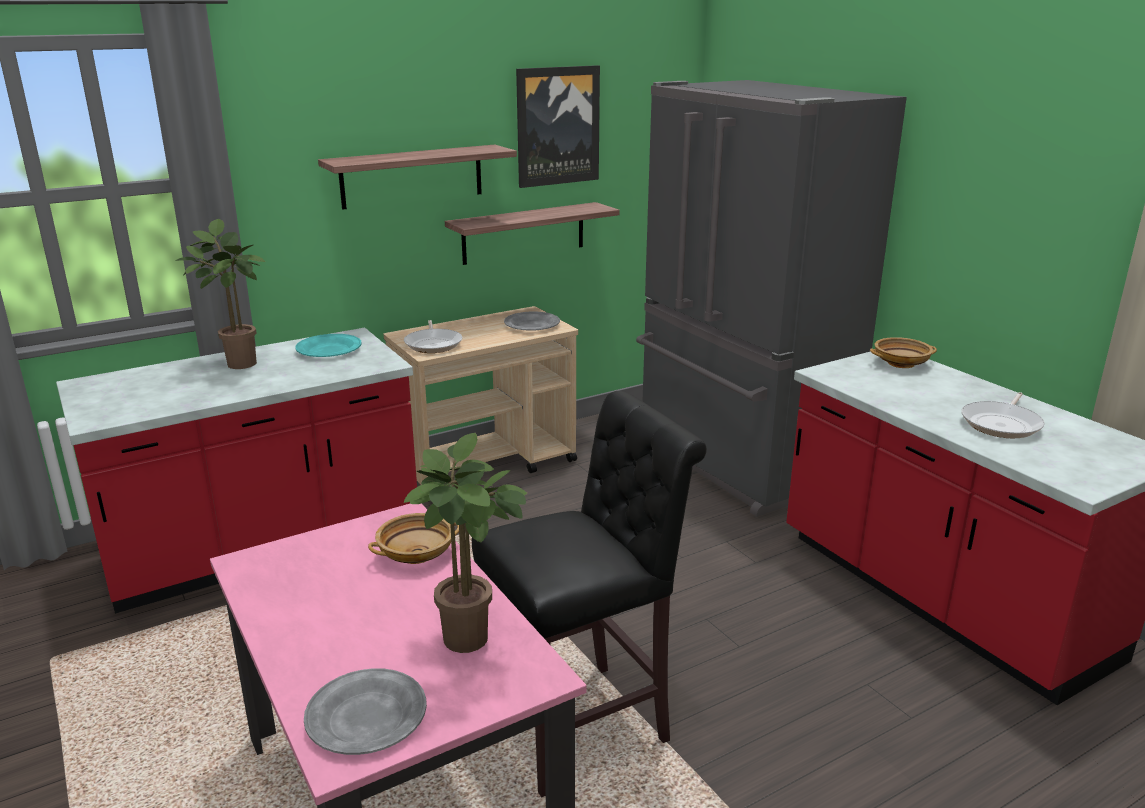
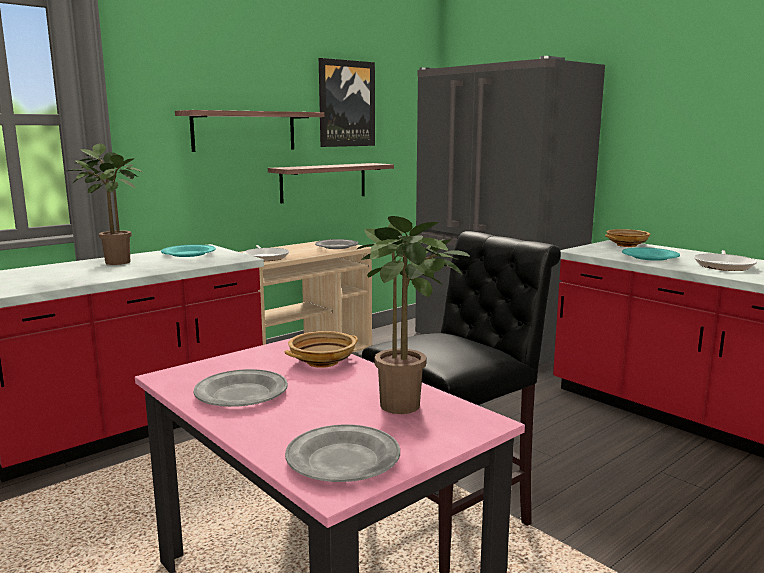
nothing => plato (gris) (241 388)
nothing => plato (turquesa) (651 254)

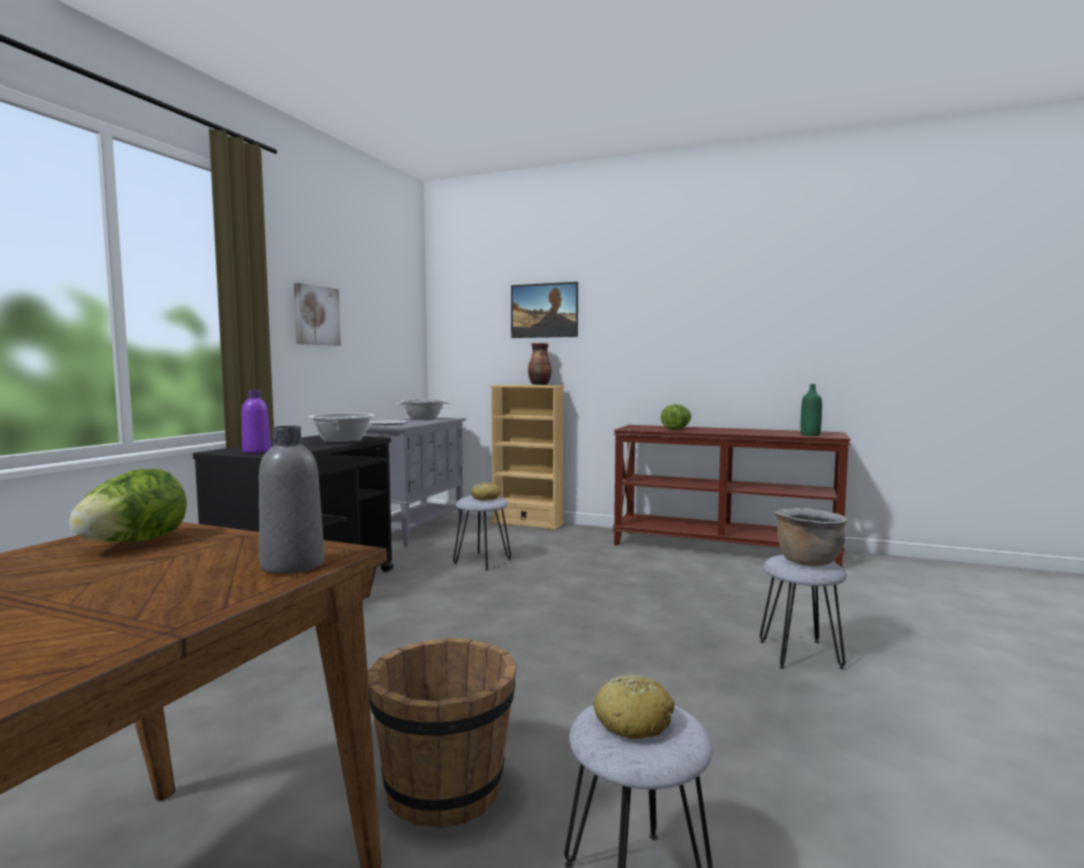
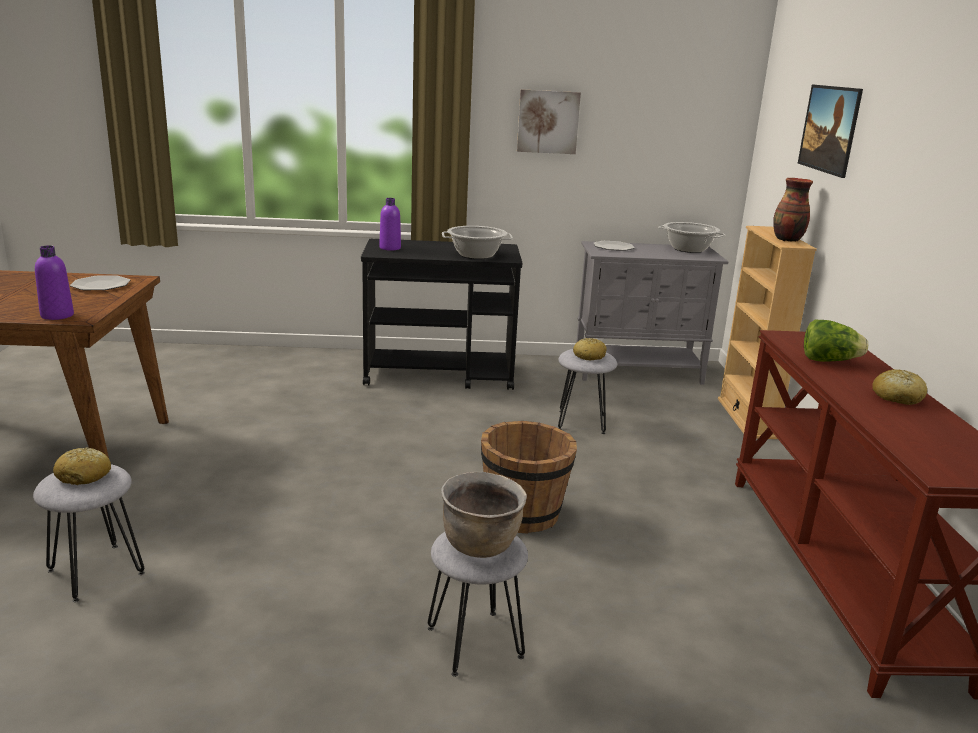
lechuga (128 505) => plato (100 283)
botella (gris) (292 500) => botella (morado) (54 282)
cubo (marrón) (442 733) => cubo (marrón) (529 477), shifted
botella (verde) (811 410) => nothing
nothing => pan (899 387)

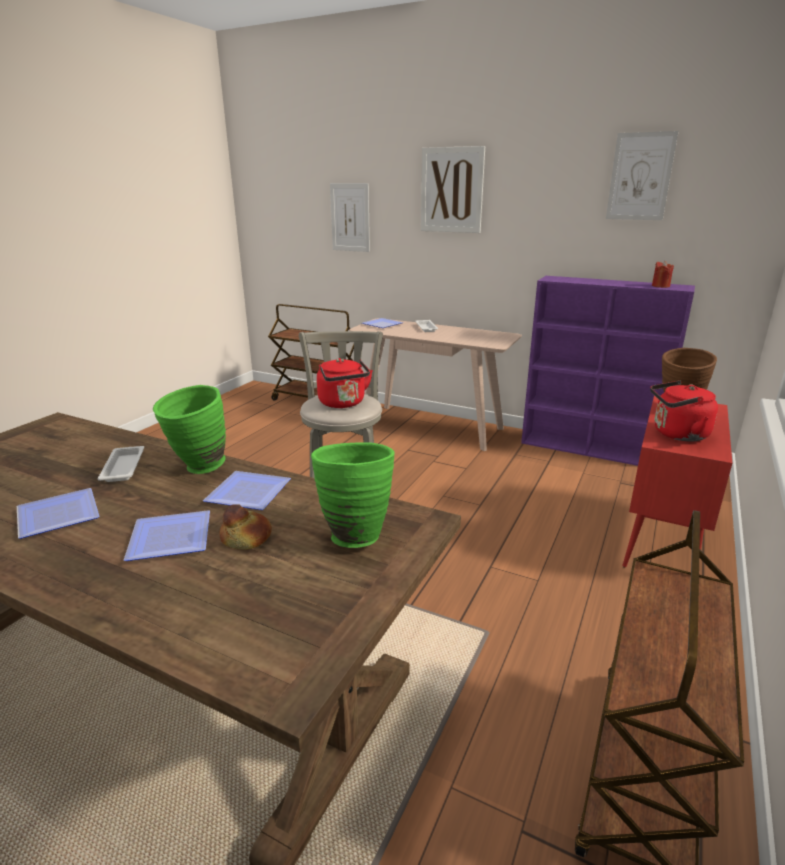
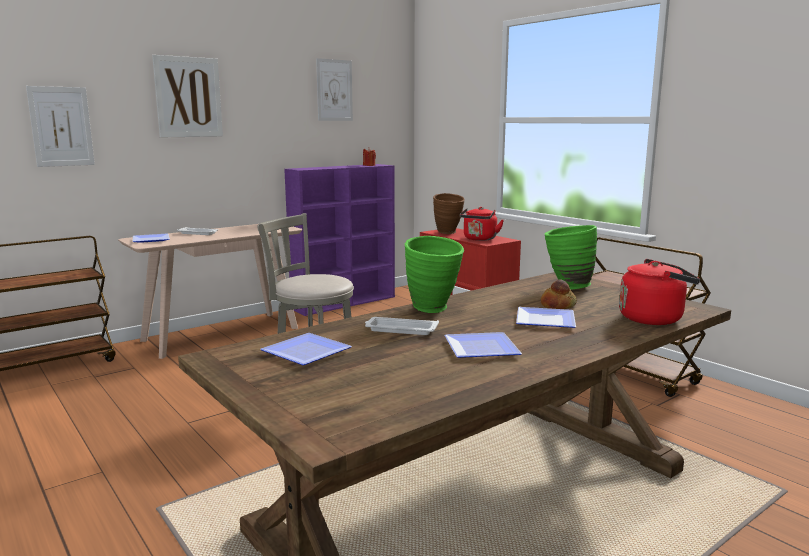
plato (247 490) => plato (306 349), shifted
hervidor (rojo) (345 383) => hervidor (rojo) (659 292), shifted

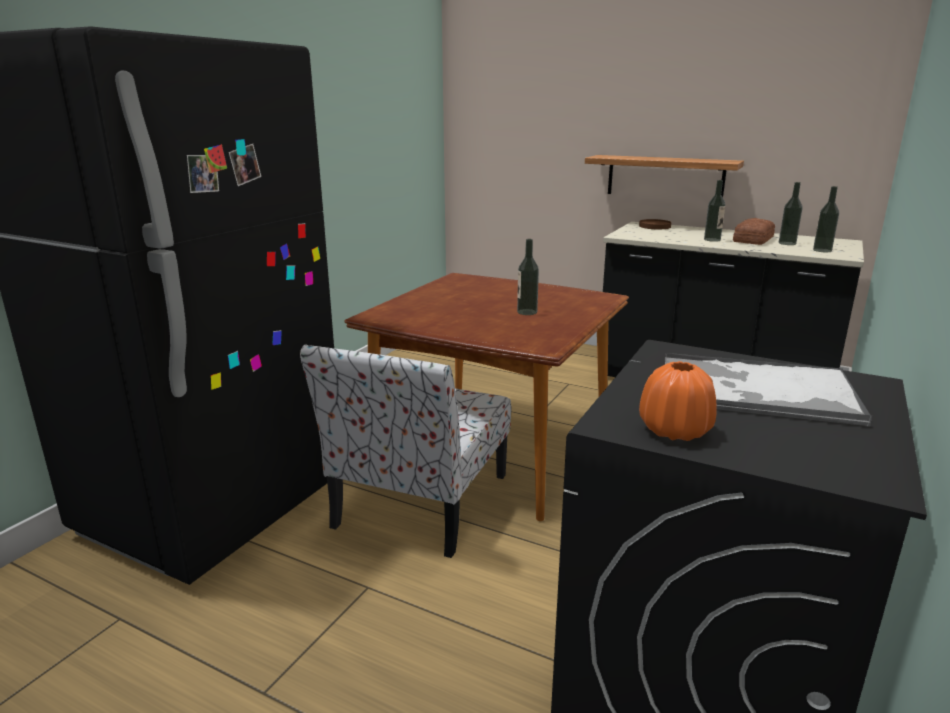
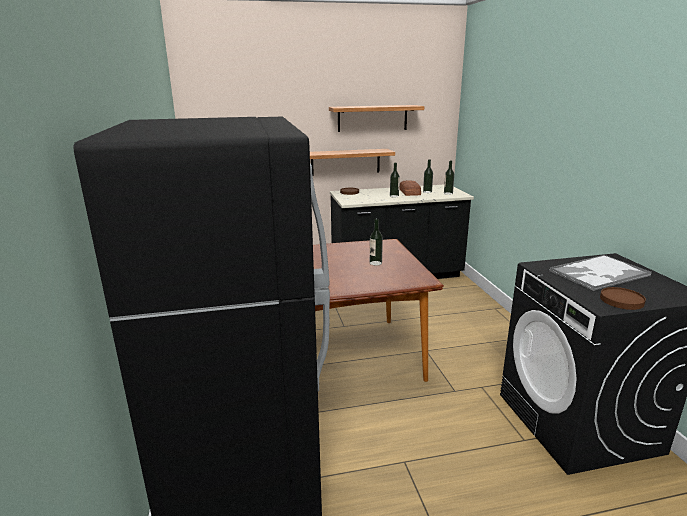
silla (405 451) => nothing
florero (naranja) (678 401) => plato (marrón) (623 298)
nothing => estante (376 118)

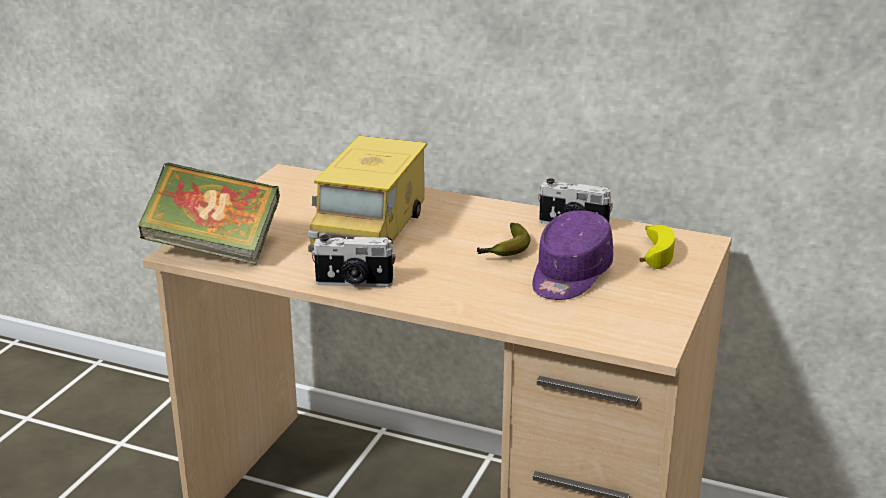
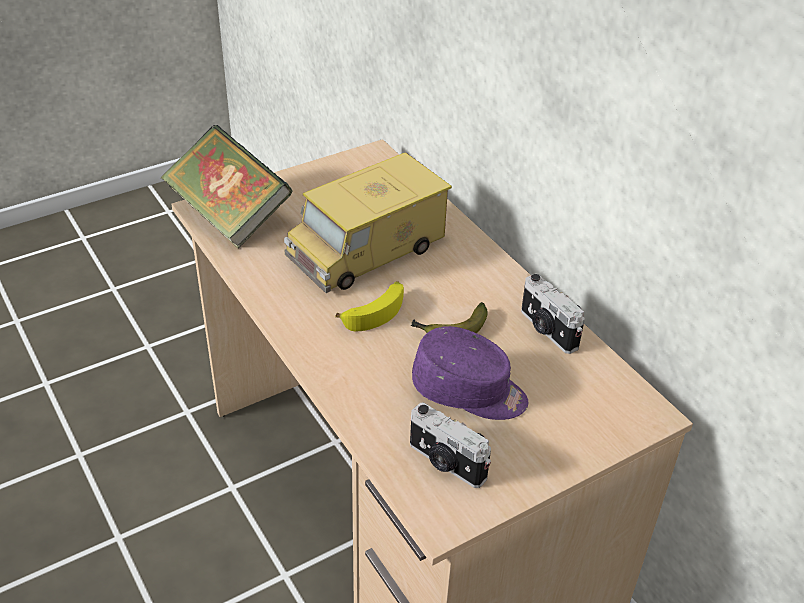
cámara (354 261) => cámara (450 445), shifted
gorra (morado) (573 255) => gorra (morado) (470 373), 135 degrees counterclockwise
plátano (657 246) => plátano (369 306), shifted

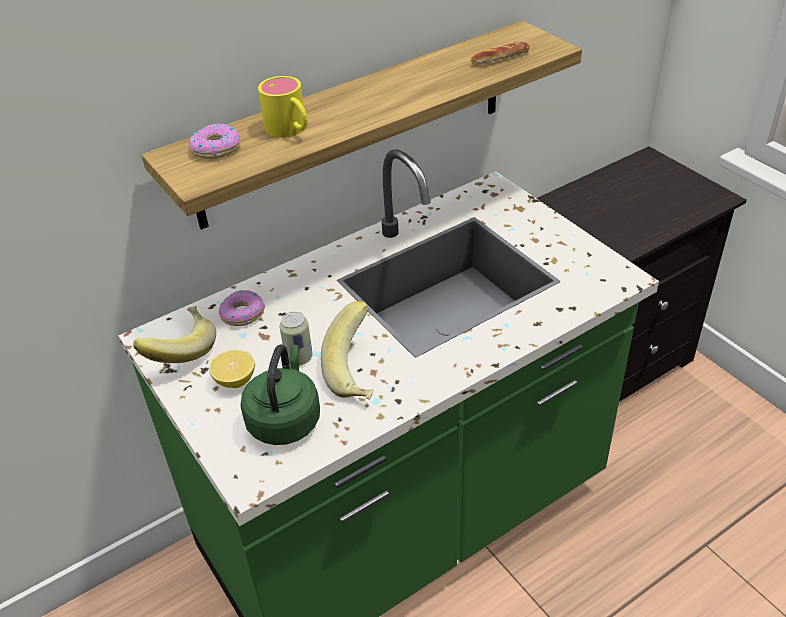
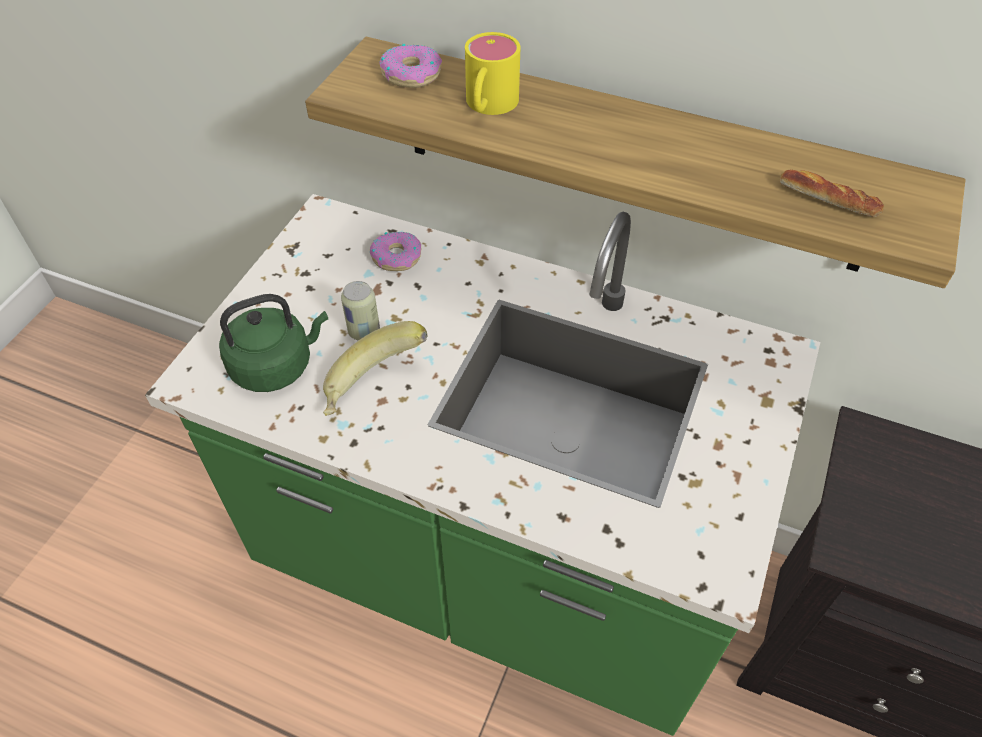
plátano (174 334) => nothing
limón (232 369) => nothing

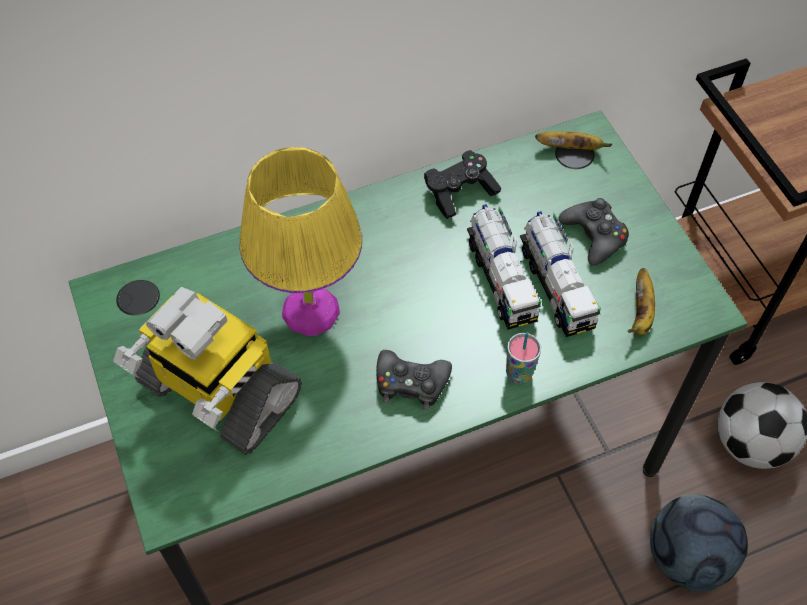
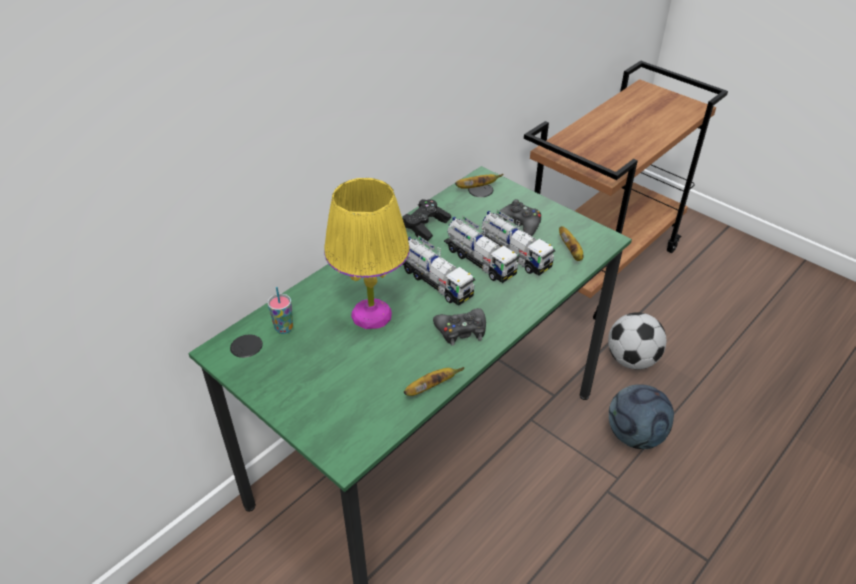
robot de juguete (207 371) => nothing
taza (523 358) => taza (280 310), shifted
nothing => camión de juguete (439 270)
nothing => plátano (434 381)

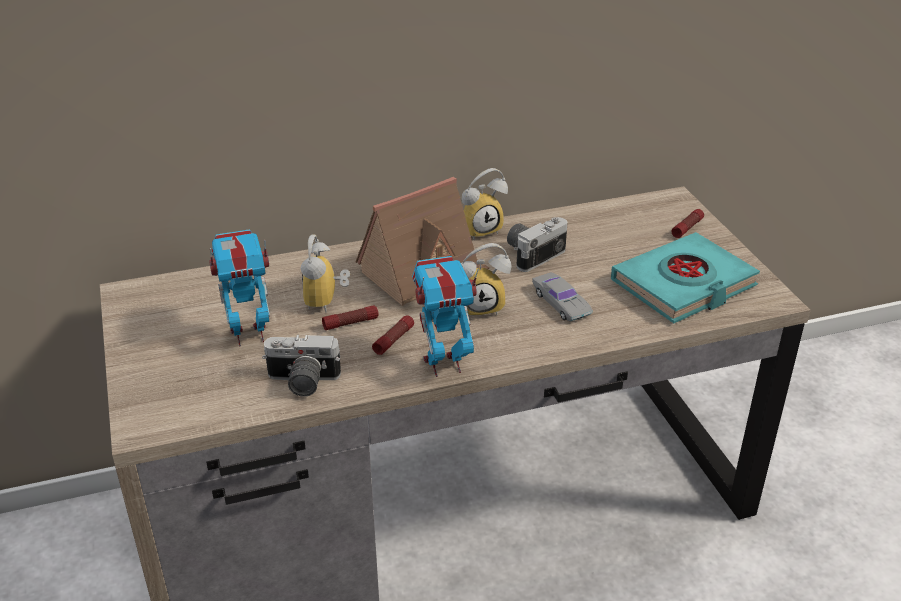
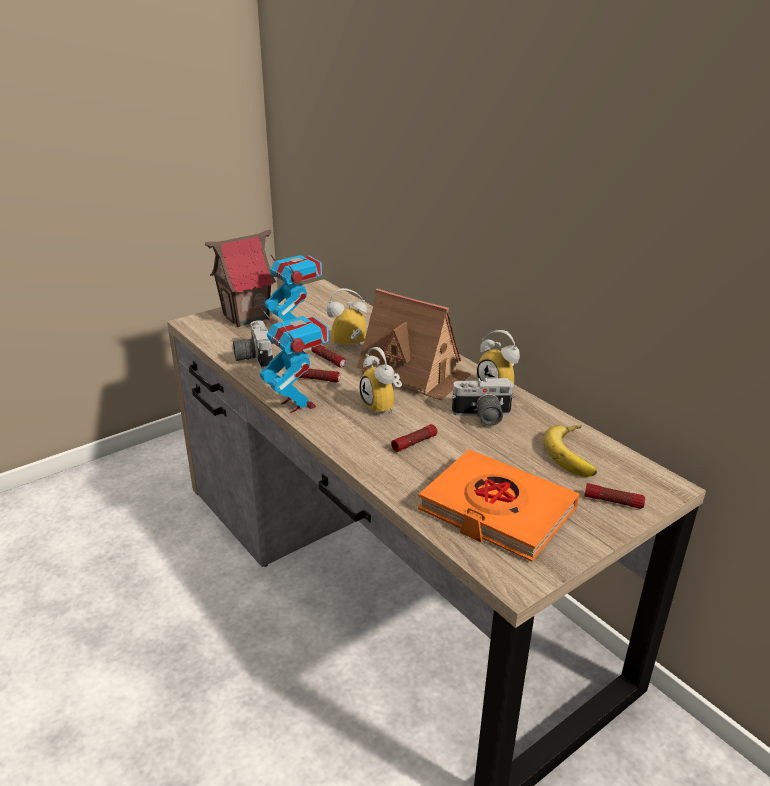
cámara (537 244) => cámara (483 402), 150 degrees clockwise
coche de juguete (gris) (562 296) => linterna (414 438)
libro (turquesa) (685 277) => libro (naranja) (499 505)
nothing => casita (240 278)
nothing => plátano (570 451)

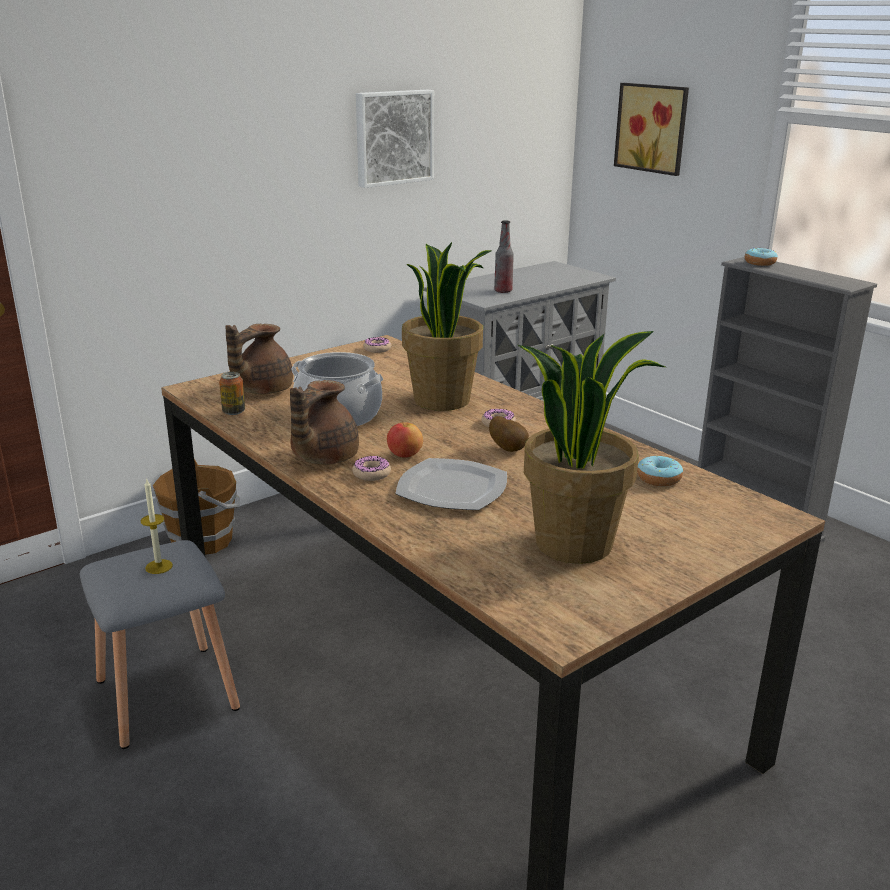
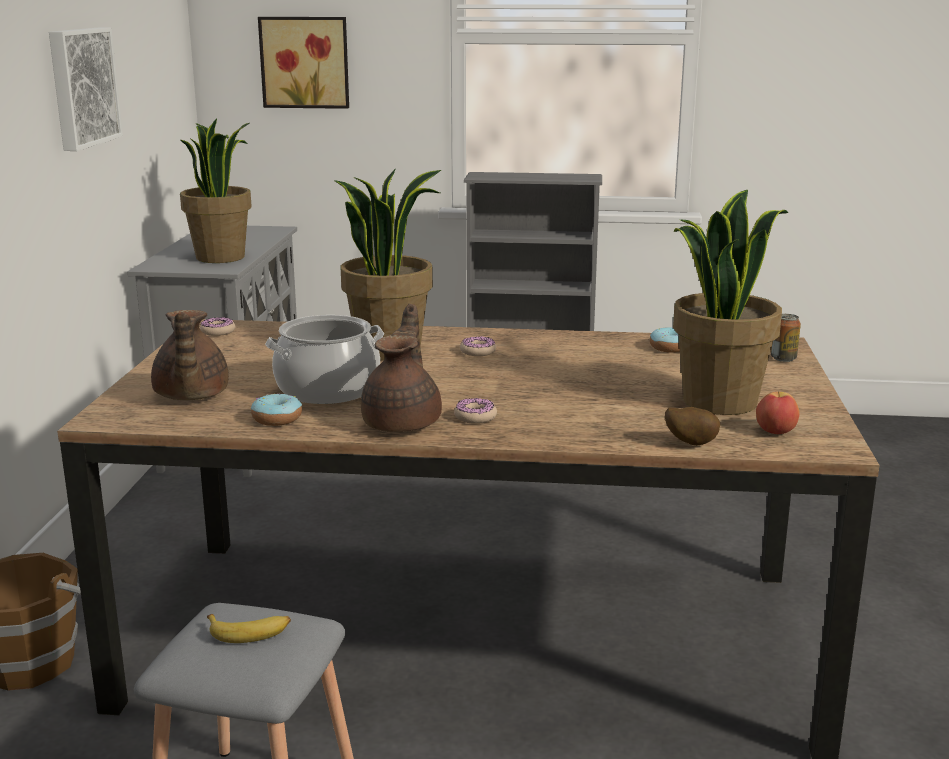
vela (157 527) => plátano (249 628)
lata (232 393) => lata (786 338), shifted
tetera (marrón) (324 422) => tetera (marrón) (401 367), 150 degrees counterclockwise
manzana (405 439) => manzana (778 413), shifted
plato (451 484) => nothing
patata (509 434) => patata (692 426), shifted
botella (504 256) => planta en maceta (215 190)
rosquilla (761 257) => rosquilla (276 409), shifted

